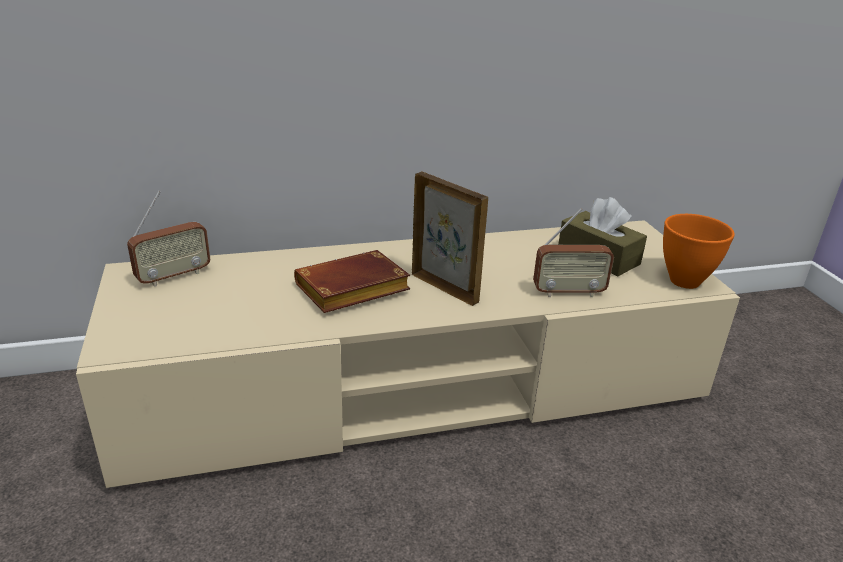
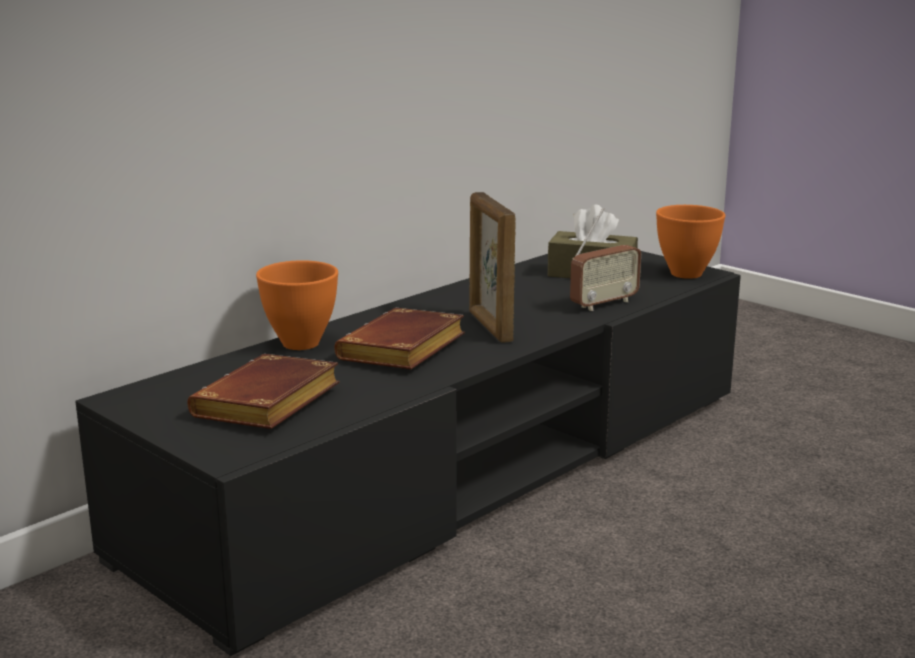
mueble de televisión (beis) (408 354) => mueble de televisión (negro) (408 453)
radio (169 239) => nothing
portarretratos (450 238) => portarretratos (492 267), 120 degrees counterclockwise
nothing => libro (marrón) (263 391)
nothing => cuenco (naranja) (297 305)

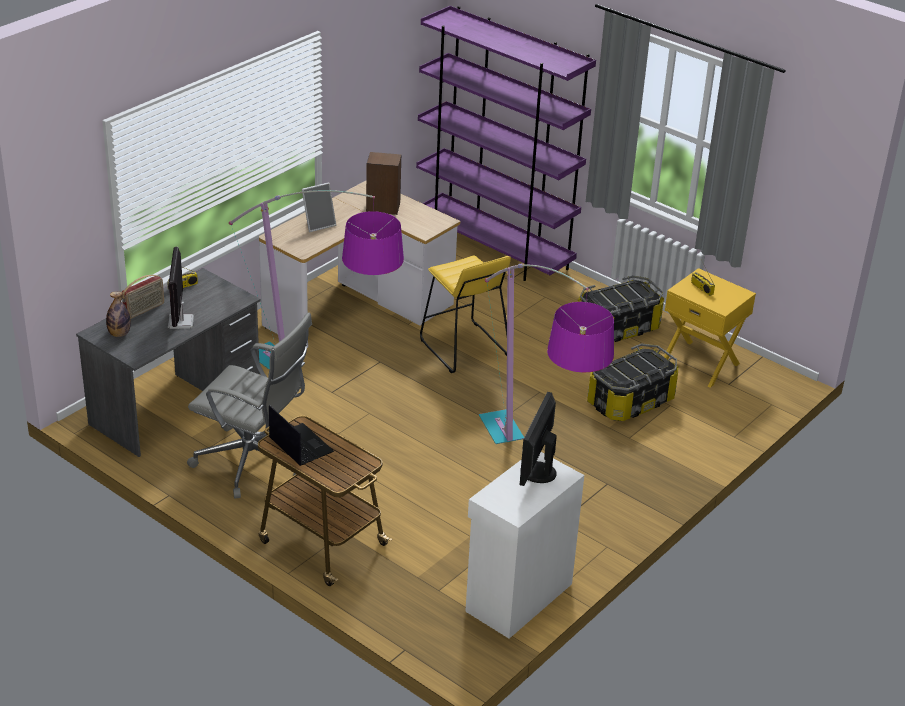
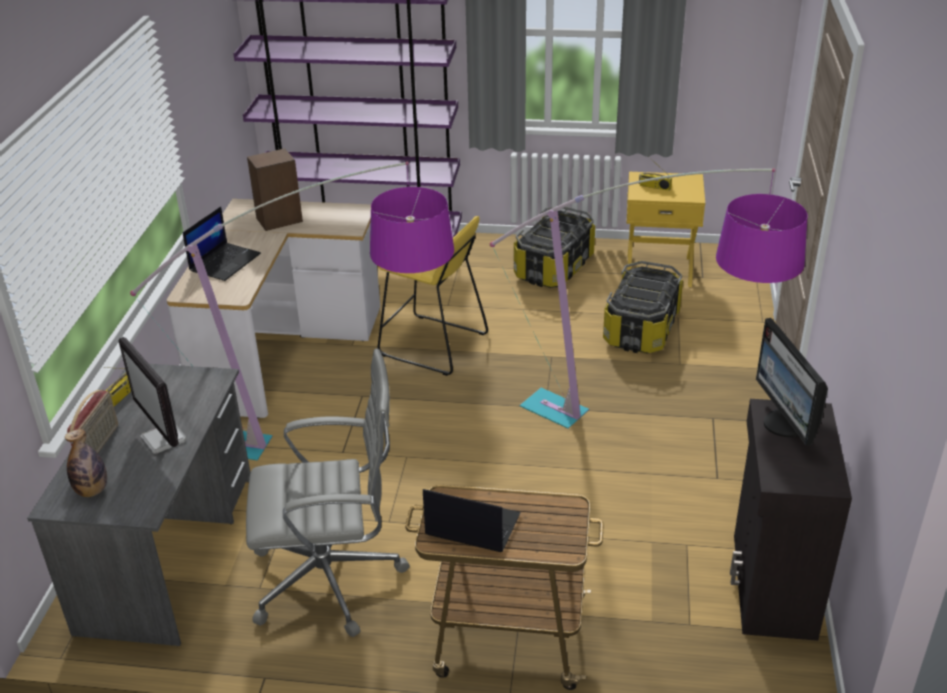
portarretratos (319 207) => portátil (222 244)
armario (blanco) (524 545) => armario (negro) (791 520)

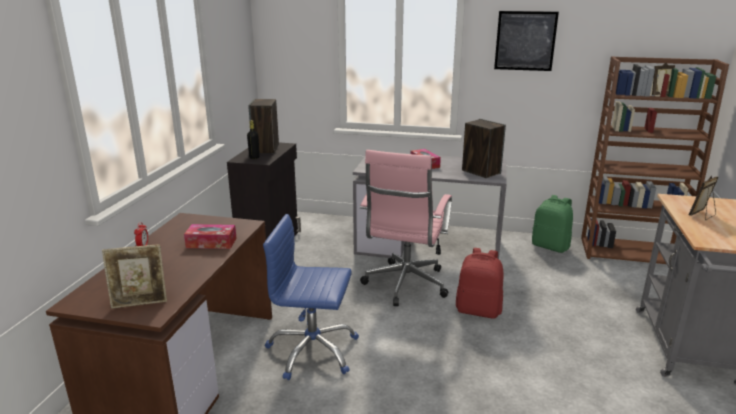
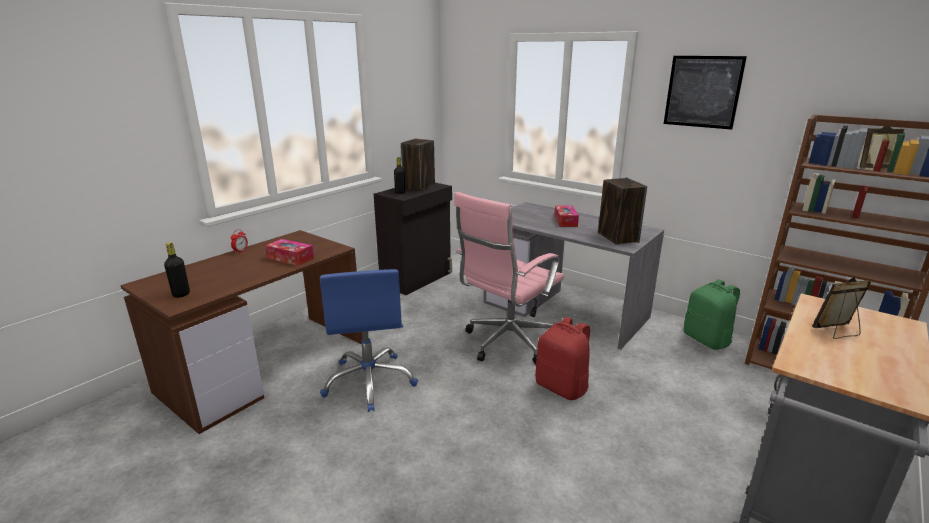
portarretratos (134 276) => botella (negro) (177 270)
silla de oficina (azul) (311 297) => silla de oficina (azul) (369 340), 135 degrees counterclockwise

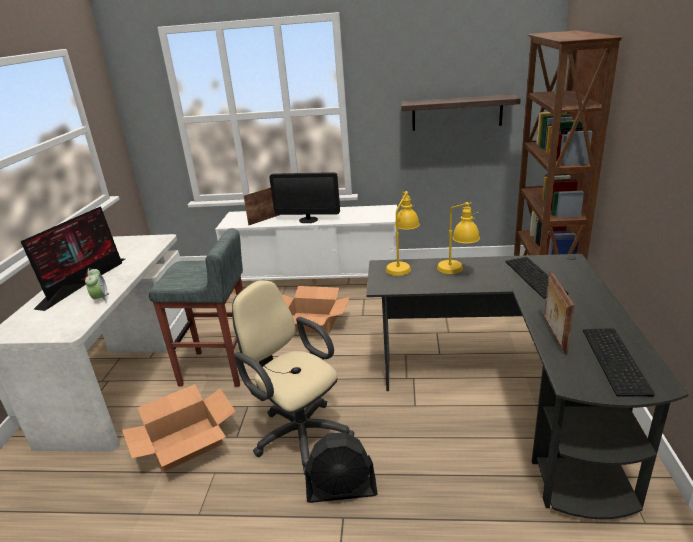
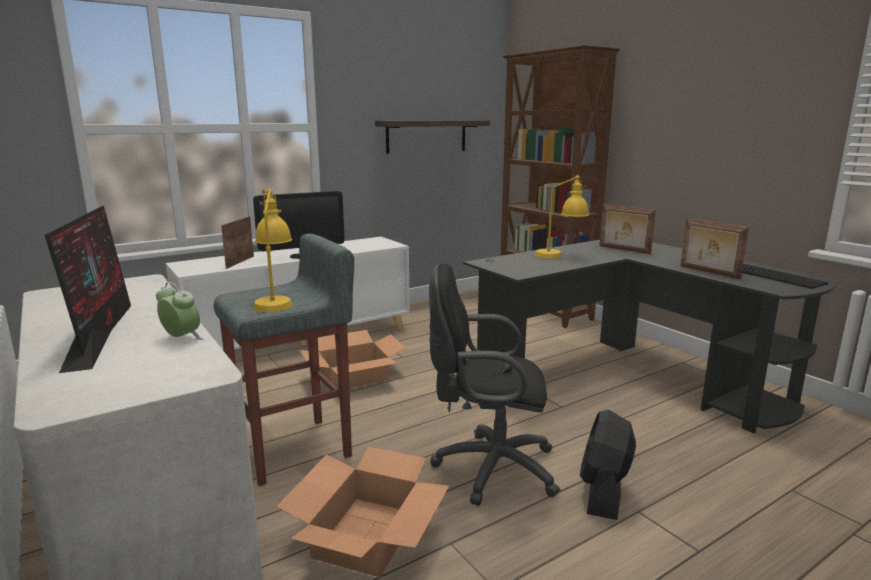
silla de oficina (beis) (293 377) => silla de oficina (negro) (494 385)
ventilador (negro) (341 467) => ventilador (negro) (608 465), 150 degrees clockwise
lámpara de mesa (amarillo) (403 233) => lámpara de mesa (amarillo) (272 250), shifted
teclado (536 278) => portarretratos (627 229)

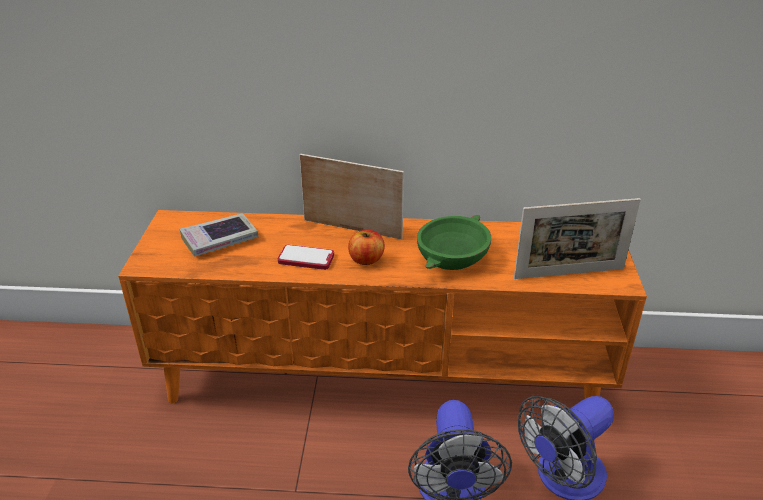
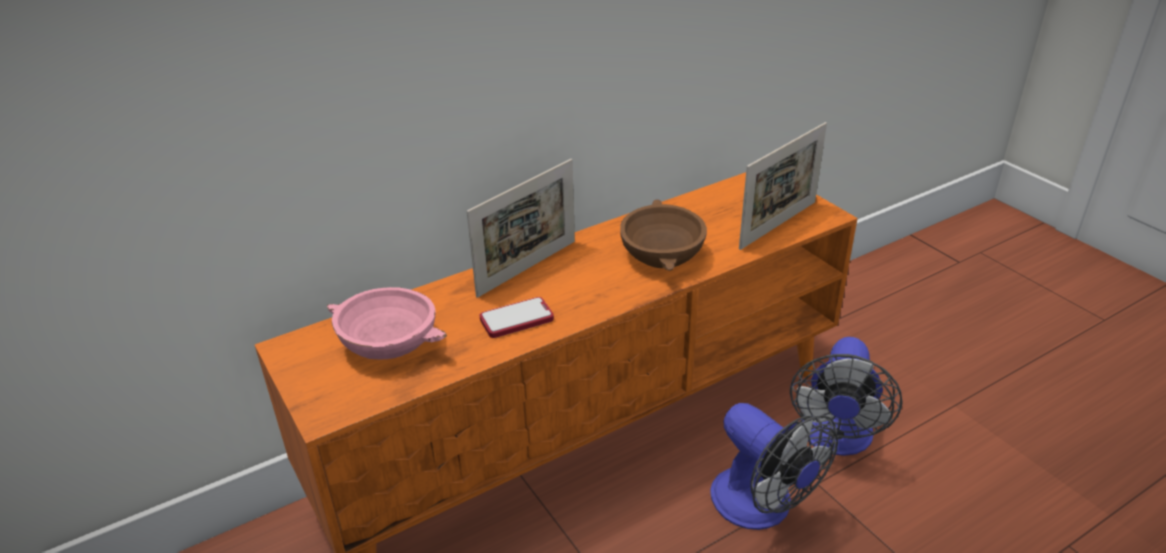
libro (219 235) => cuenco (rosa) (387 323)
portarretratos (352 196) => portarretratos (521 228), 150 degrees clockwise
manzana (366 247) => nothing
cuenco (verde) (454 242) => cuenco (marrón) (663 235)

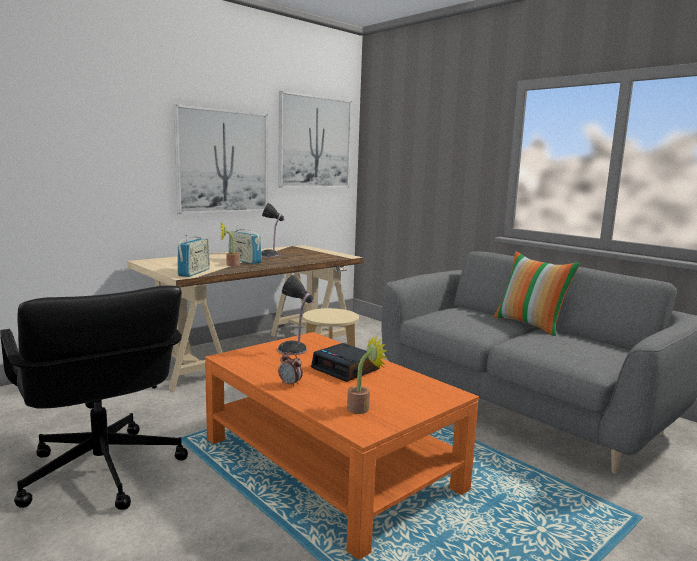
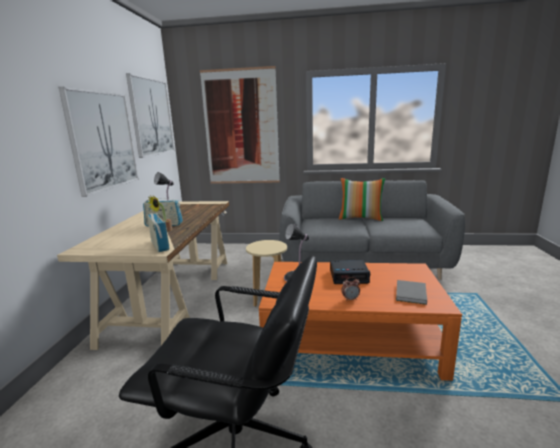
planta en maceta (367 375) => libro (gris) (411 292)
nothing => cuadro (240 125)

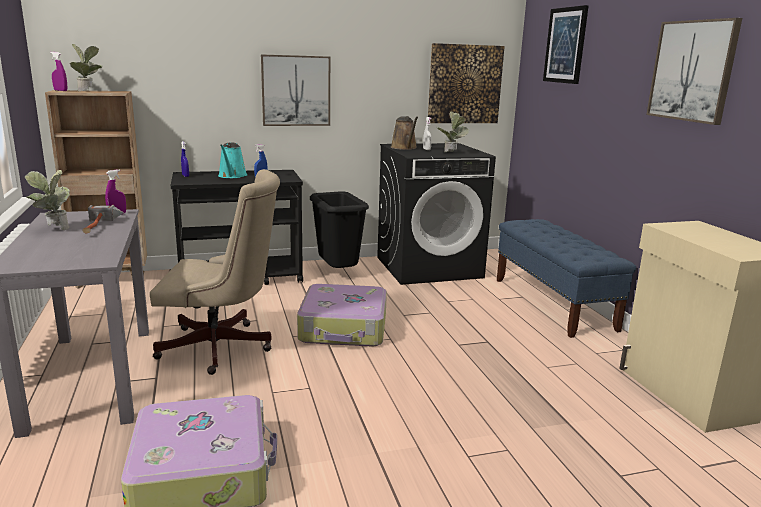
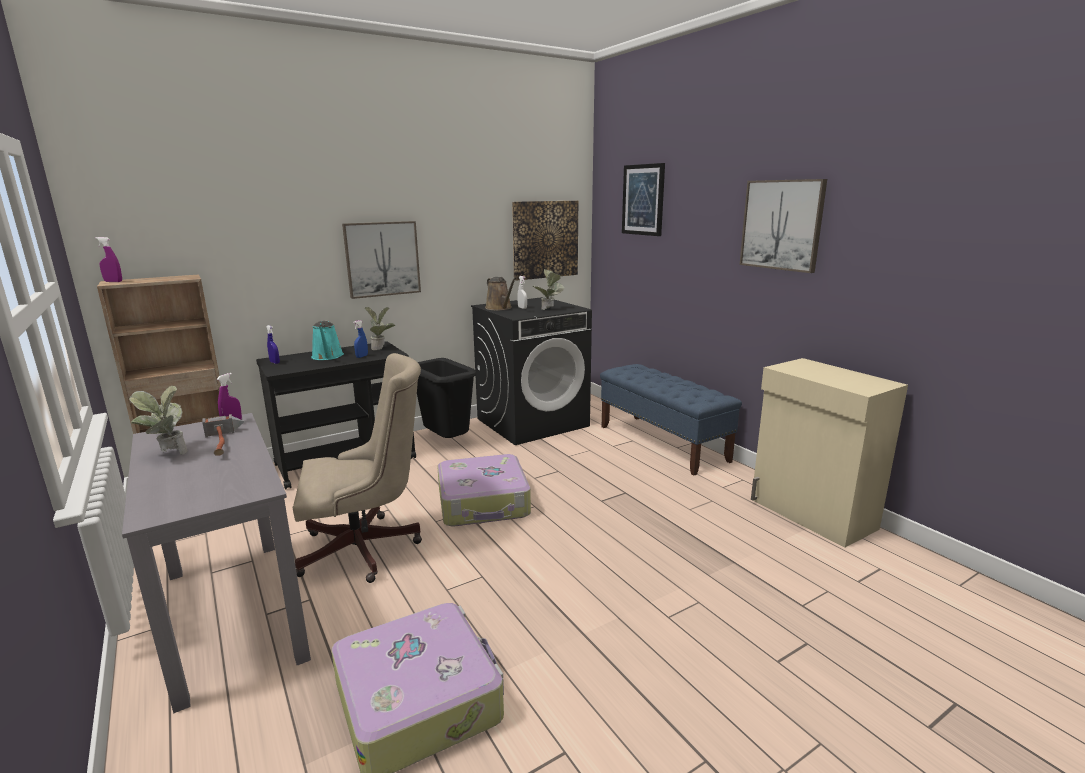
planta en maceta (86 67) => planta en maceta (380 328), shifted

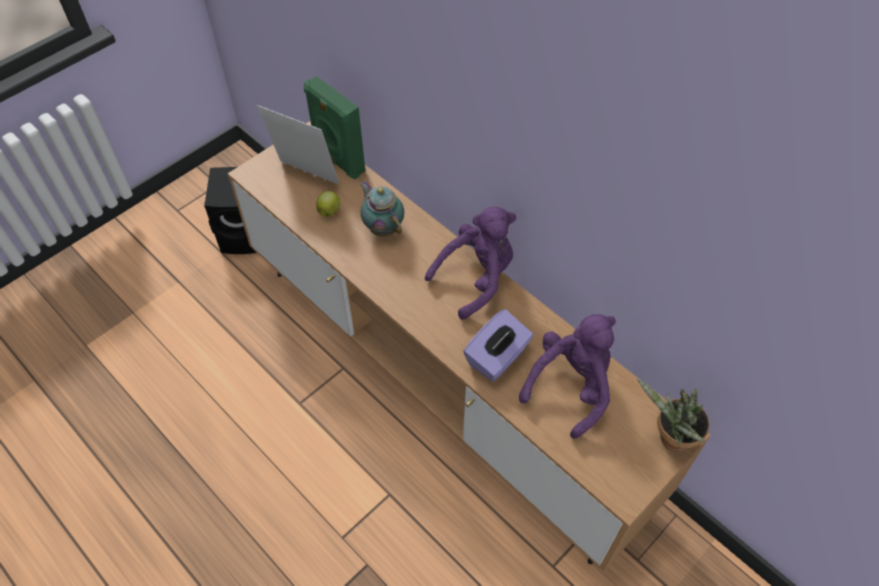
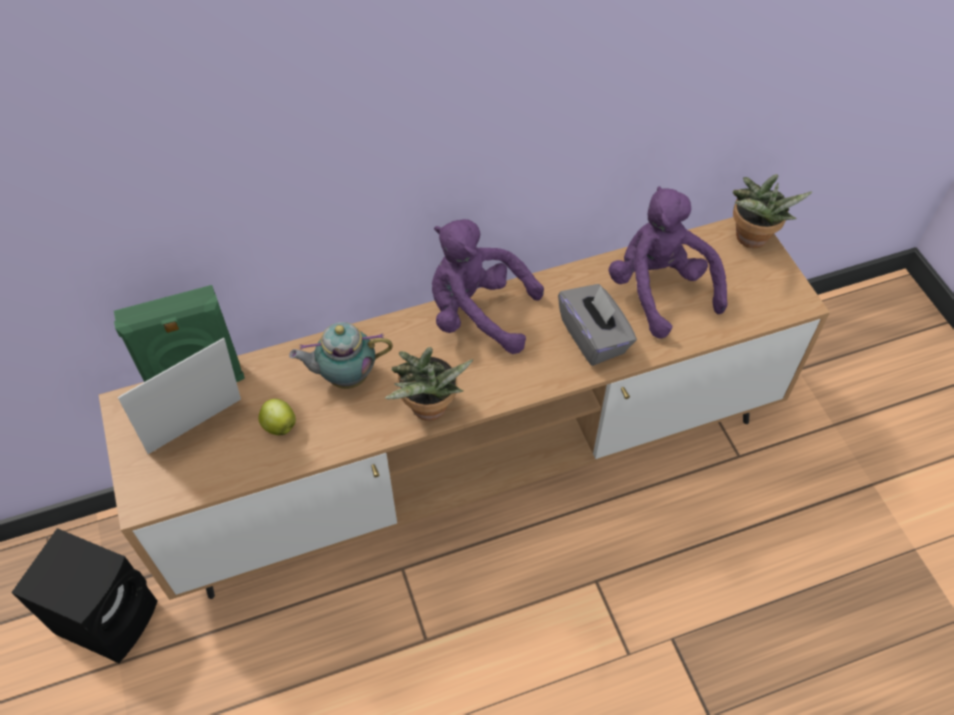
peluche (morado) (470 263) => peluche (morado) (488 286), 60 degrees counterclockwise
caja de pañuelos (morado) (498 345) => caja de pañuelos (gris) (597 325)
nothing => planta en maceta (429 384)

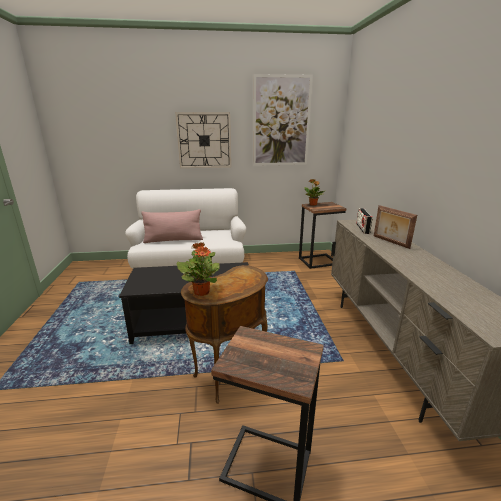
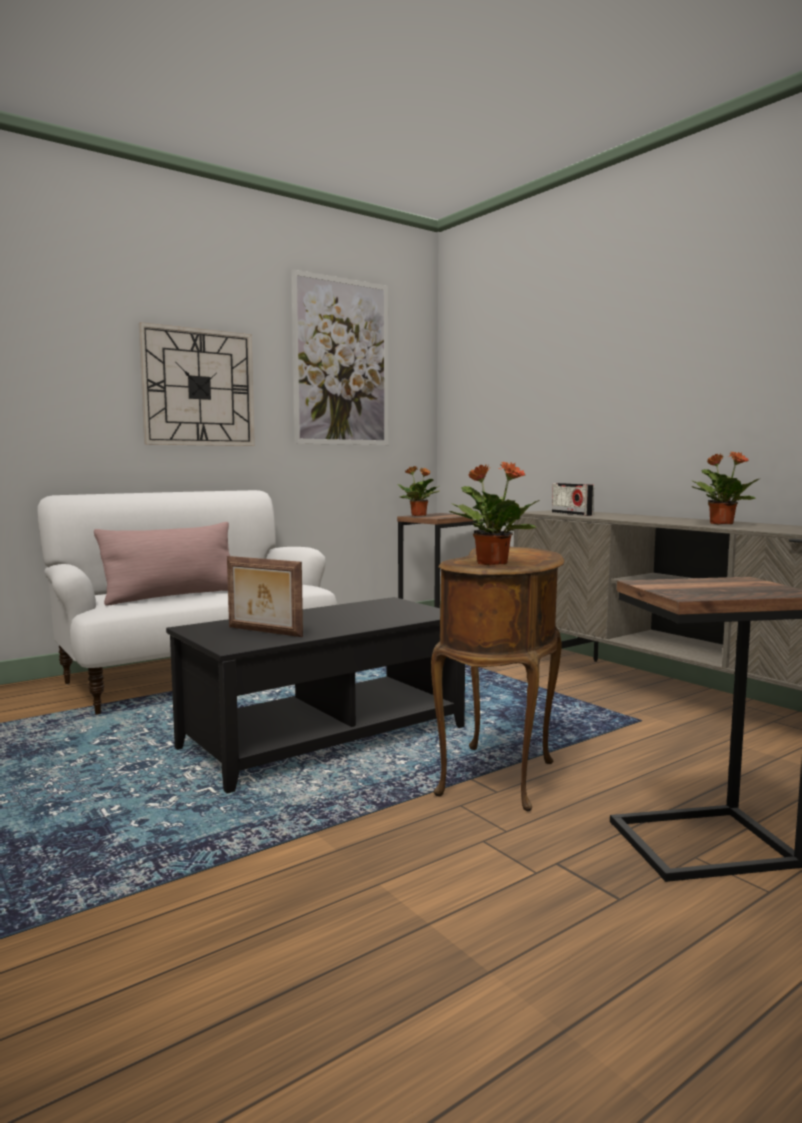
portarretratos (395 227) => portarretratos (265 596), shifted
nothing => planta en maceta (726 488)

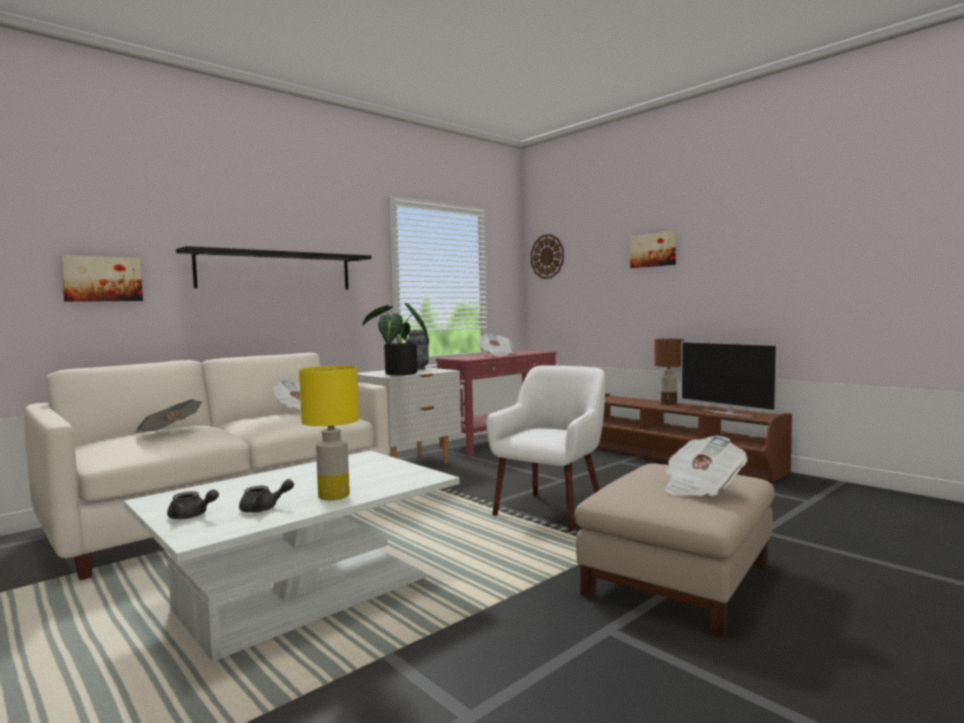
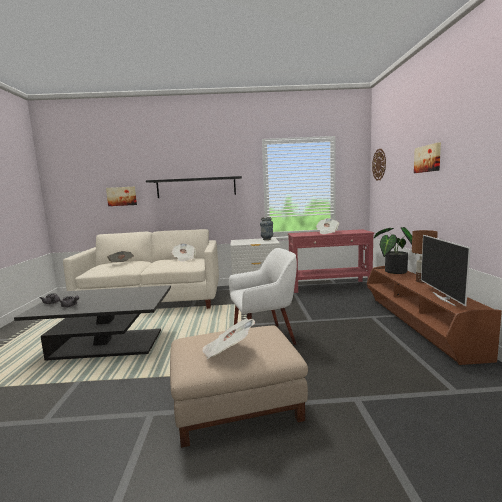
mesa de centro (blanco) (292 556) => mesa de centro (negro) (92 323)
lámpara de mesa (amarillo) (329 433) => nothing
planta en maceta (395 339) => planta en maceta (395 250), shifted

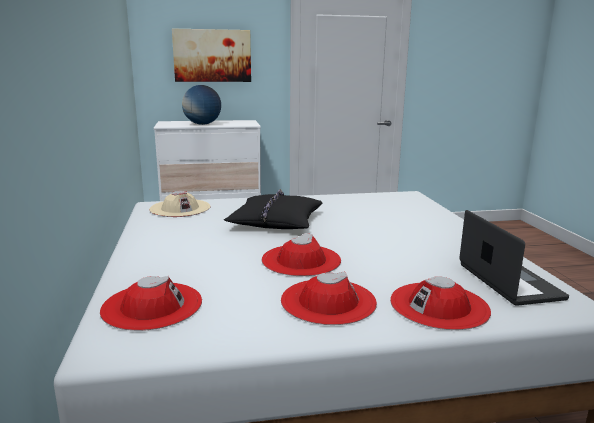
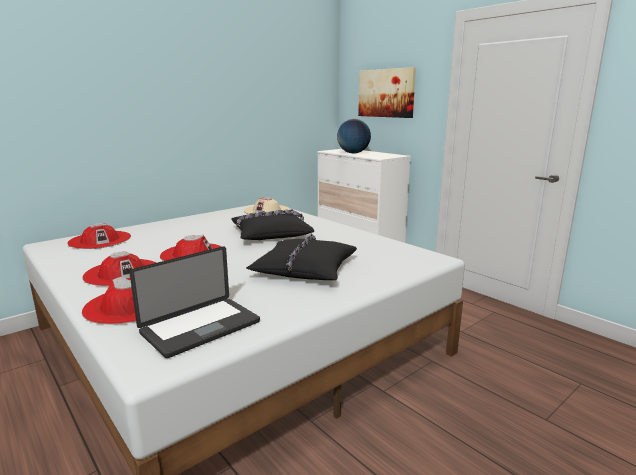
nothing => cojín (negro) (301 256)

